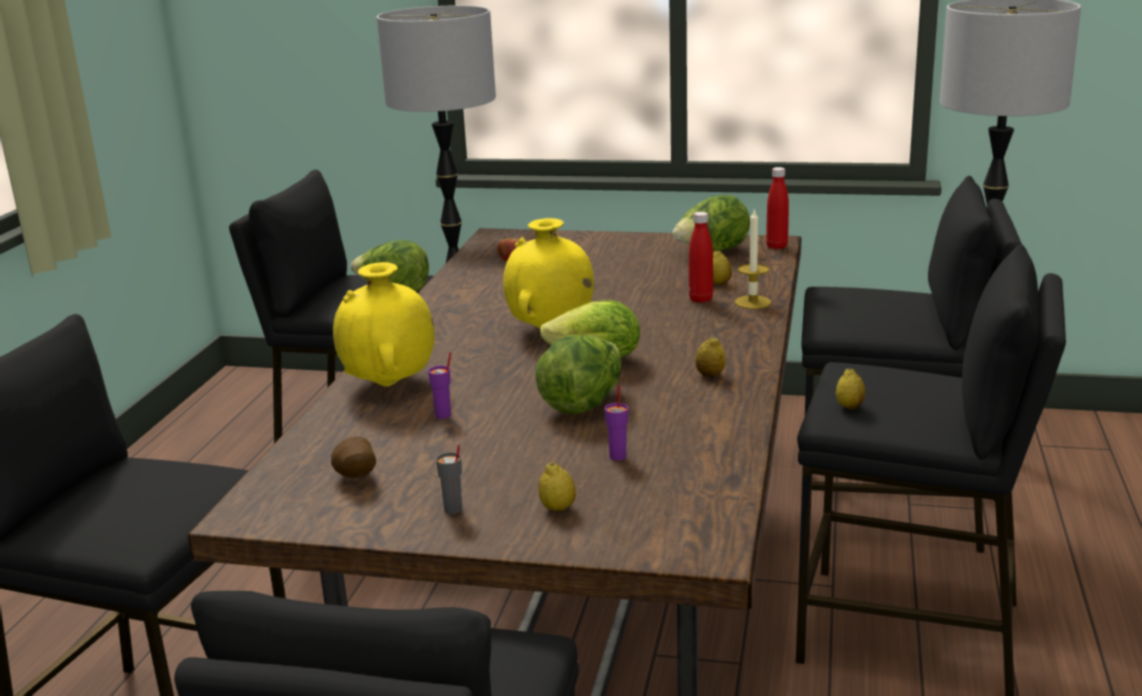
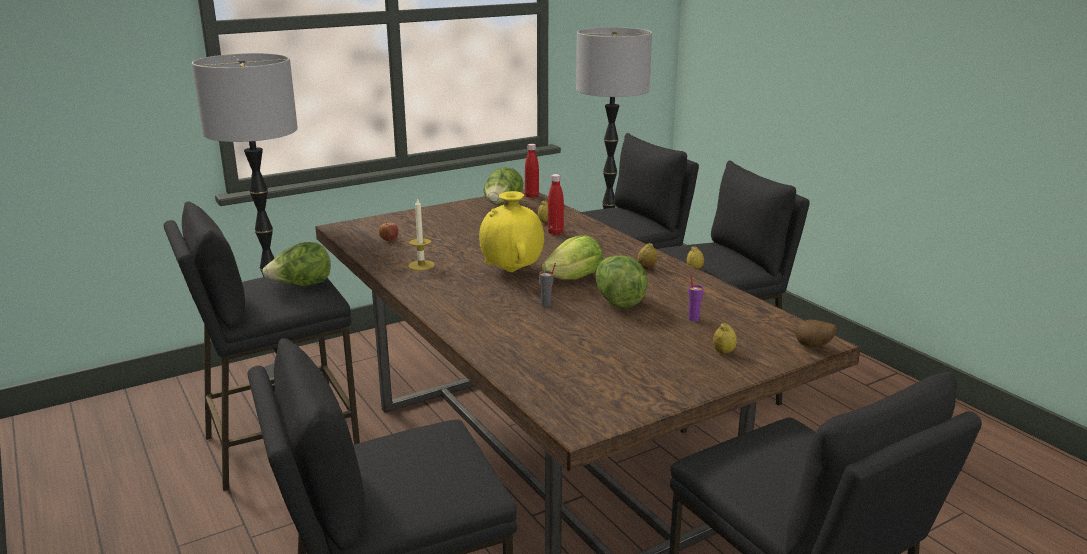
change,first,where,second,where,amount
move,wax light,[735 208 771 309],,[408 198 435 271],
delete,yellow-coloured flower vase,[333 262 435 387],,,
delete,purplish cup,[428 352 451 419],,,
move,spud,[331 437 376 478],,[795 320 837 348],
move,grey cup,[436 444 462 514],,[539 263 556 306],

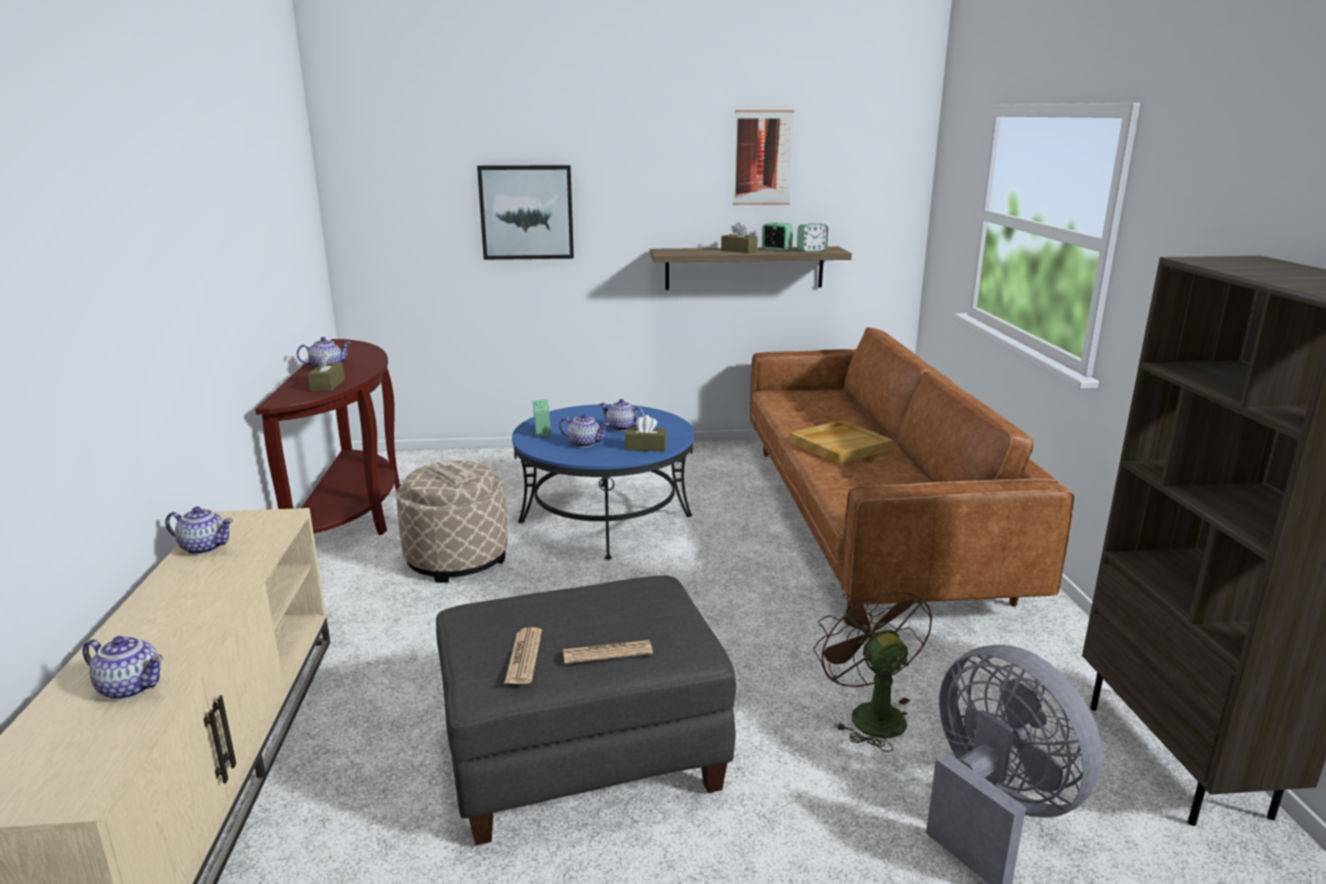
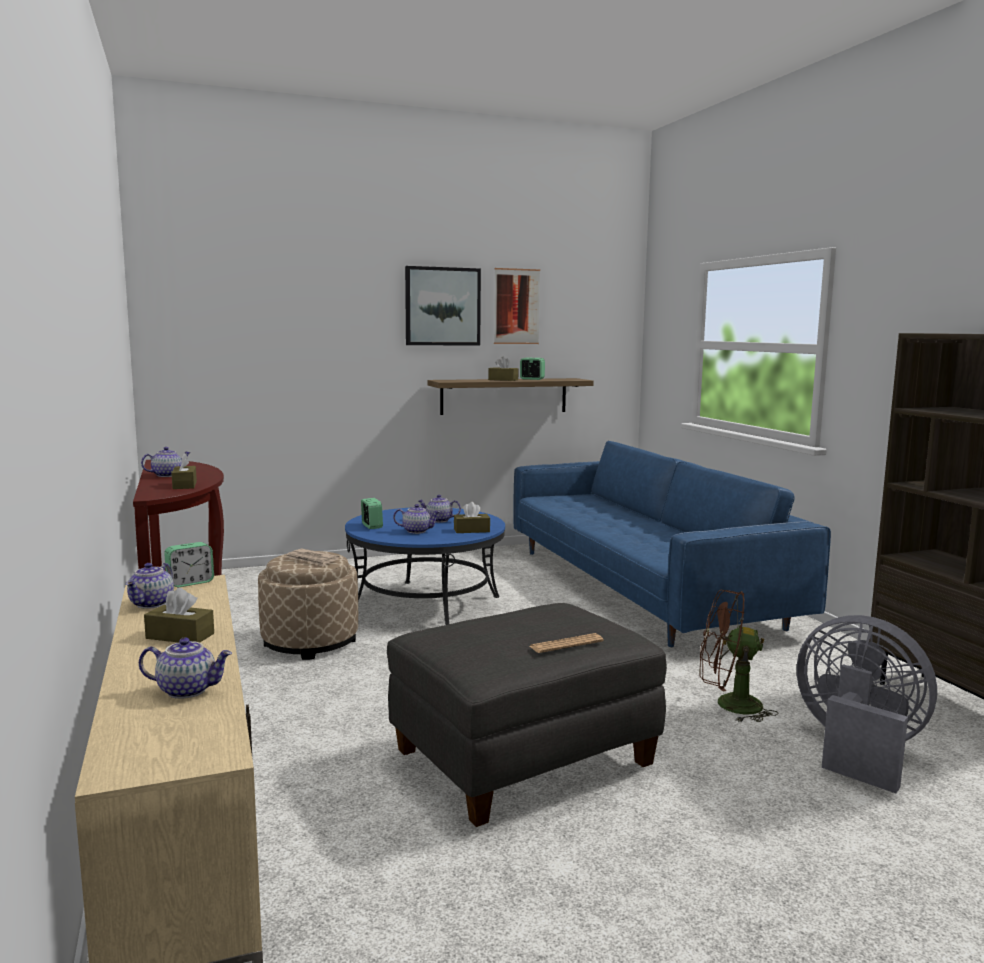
change,first,where,second,where,amount
move,picture,[477 165 574 260],,[405 266 481 345],
move,table clock,[797 223 828 252],,[164 542 214 587],
recolor,brown-coloured couch,[750 327 1075 607],blue couch,[514 441 831 647],
delete,beige-coloured tray,[789 420 894 464],,,
rotate,tea pot,[165 506 233 555],,[126 563 174 609],105 degrees clockwise
rotate,brown-coloured cooling fan,[813 580 933 752],,[699 590 778 722],45 degrees counterclockwise
delete,printed paper,[504 627 542 684],,,
insert,,,brown-coloured box of tissues,[144 588 214 643],

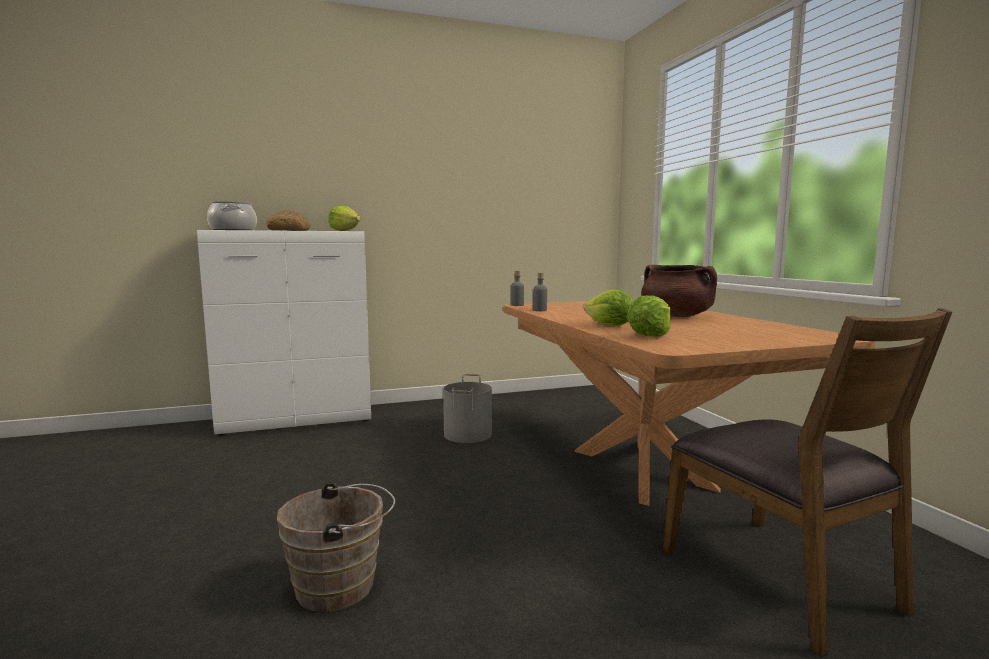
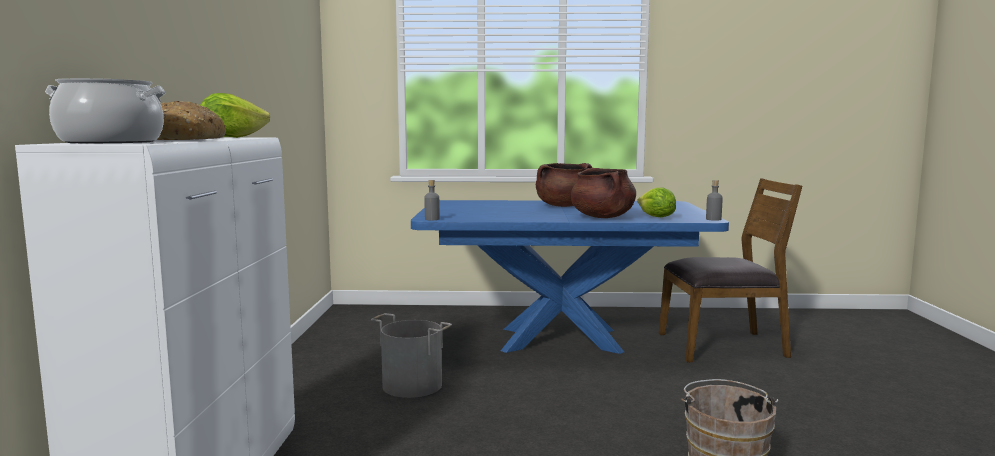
change,first,where,second,where,amount
move,grey beverage bottle,[533 273 547 311],,[706 180 723 221],
replace,lettuce,[583 290 633 326],brown-coloured cooking pot,[571 168 636 218],
recolor,brown-coloured kitchen table,[503 300 876 506],blue kitchen table,[411 200 729 354],

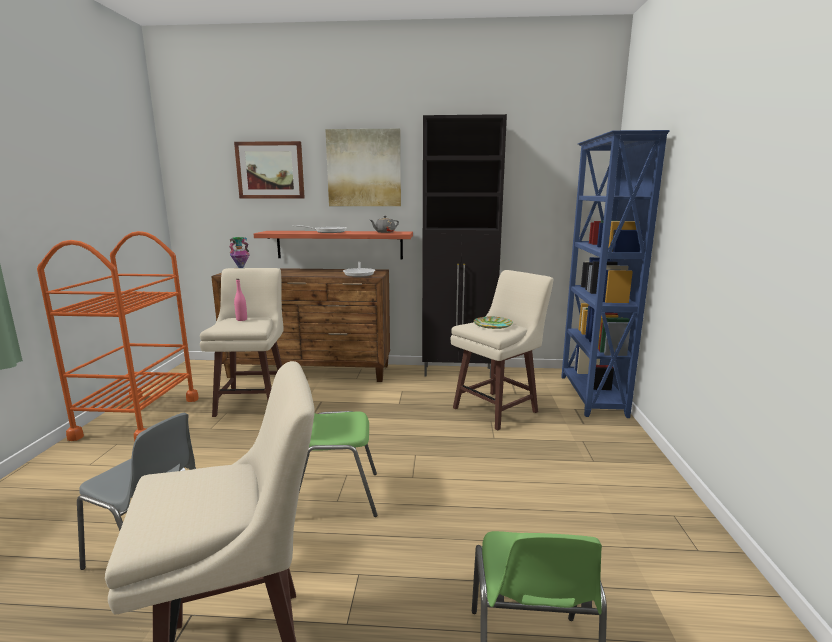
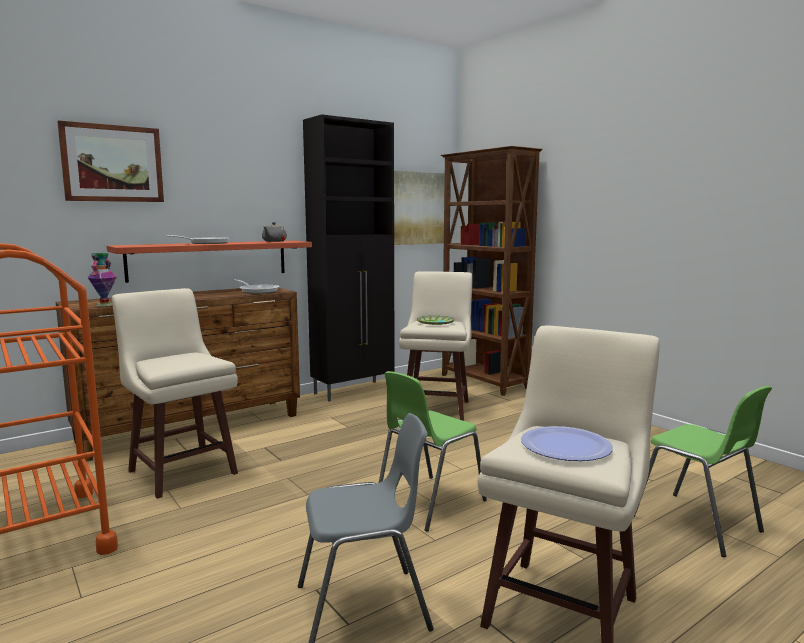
change,first,where,second,where,amount
move,picture,[325 129 401 206],,[394 171 445 245],
recolor,blue shelving unit,[561 130 670 418],brown-coloured shelving unit,[441 146 542 396],
delete,pink-coloured beverage bottle,[234 279 247 321],,,
insert,,,plate,[521 426 613 461],

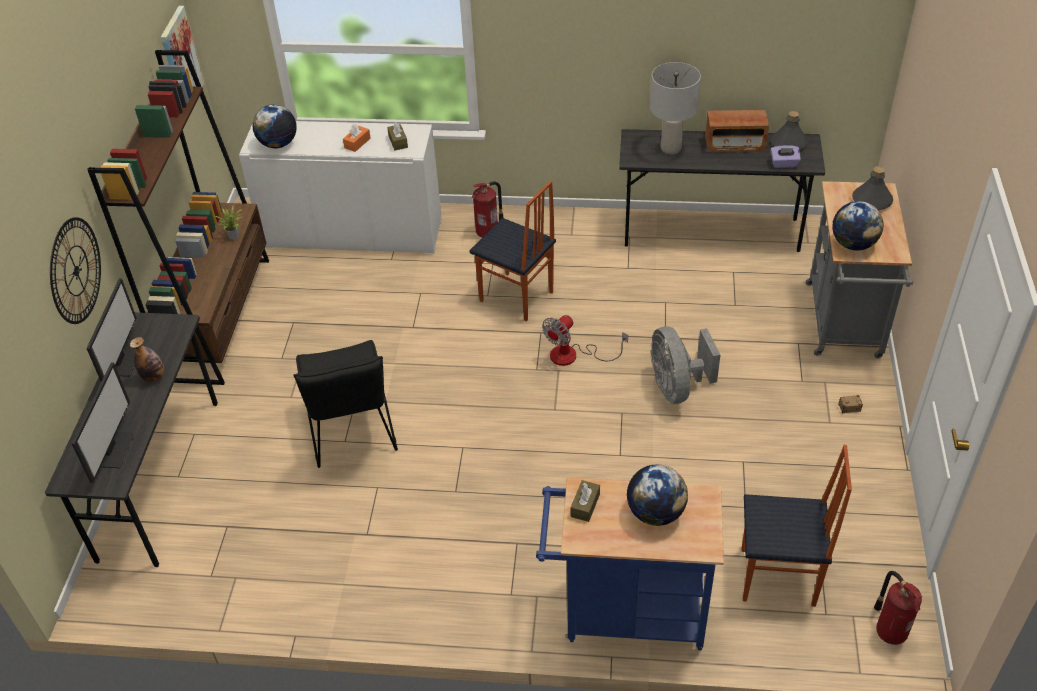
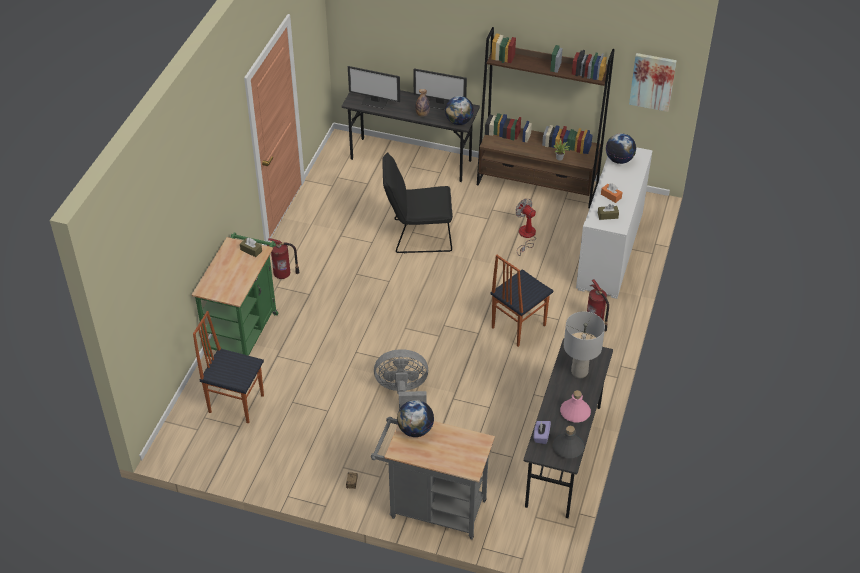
change,first,where,second,where,amount
replace,radio set,[705 110 769 152],pink-coloured beverage bottle,[560 390 591 423],
delete,grey beverage bottle,[852 166 893 210],,,
delete,clock on the wall,[50 217 101 324],,,
move,cooling fan,[542 315 628 366],,[515 198 536 256],
rotate,chair,[741 445 852 607],,[193 311 264 423],90 degrees clockwise
move,desk globe,[626 465 688 526],,[445 96 474 125],
recolor,blue wheeled cart,[536 478 724 651],greenish wheeled cart,[192 233 278 357],
move,fire-fighting cylinder,[874 571 922 645],,[267 238 300 279],

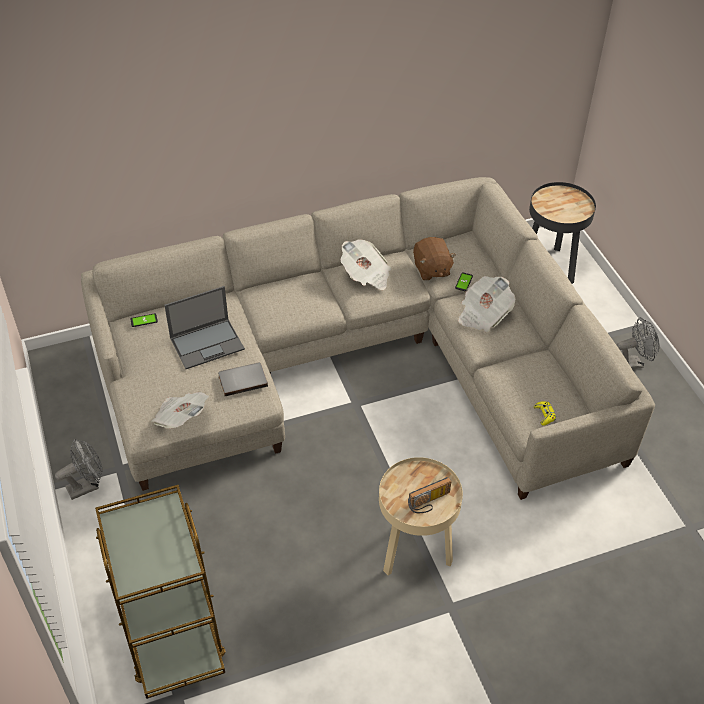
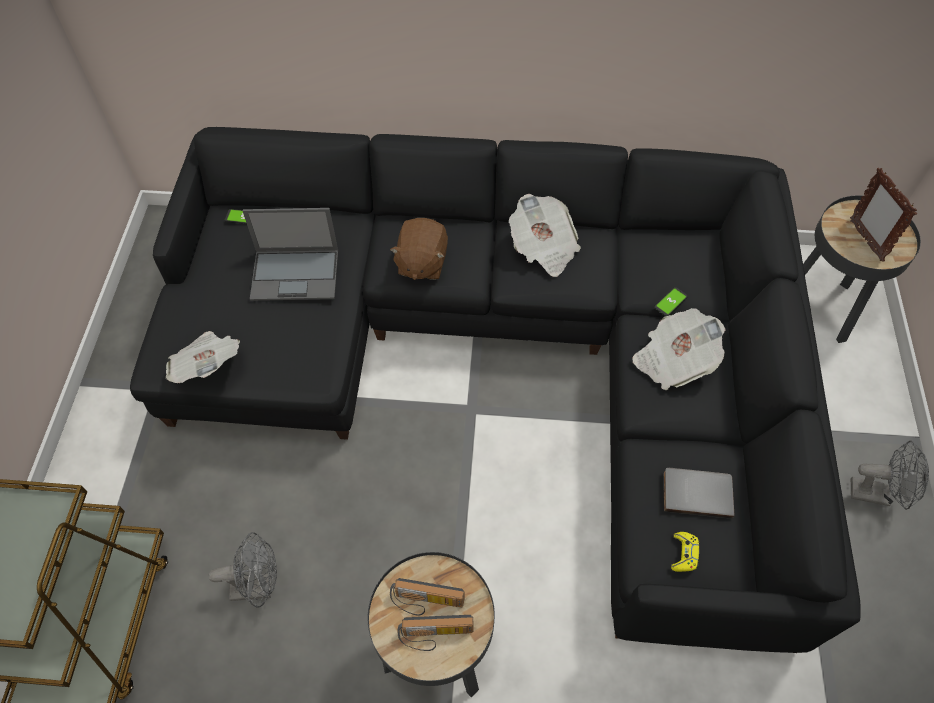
change,first,where,second,where,amount
recolor,beige-coloured couch,[81 177 655 500],black couch,[130 127 860 653],
move,brown-coloured soft toy,[413 237 456 281],,[390 218 448 280],
move,grey bound book,[218 363 268 396],,[664 468 734 519],
move,grey cooling fan,[55 439 103 500],,[209 532 277 608],
recolor,beige-coloured end table,[379 457 463 576],black end table,[368 552 495 698],
insert,,,picture frame,[850 168 917 261],
insert,,,radio set,[390 578 464 616],

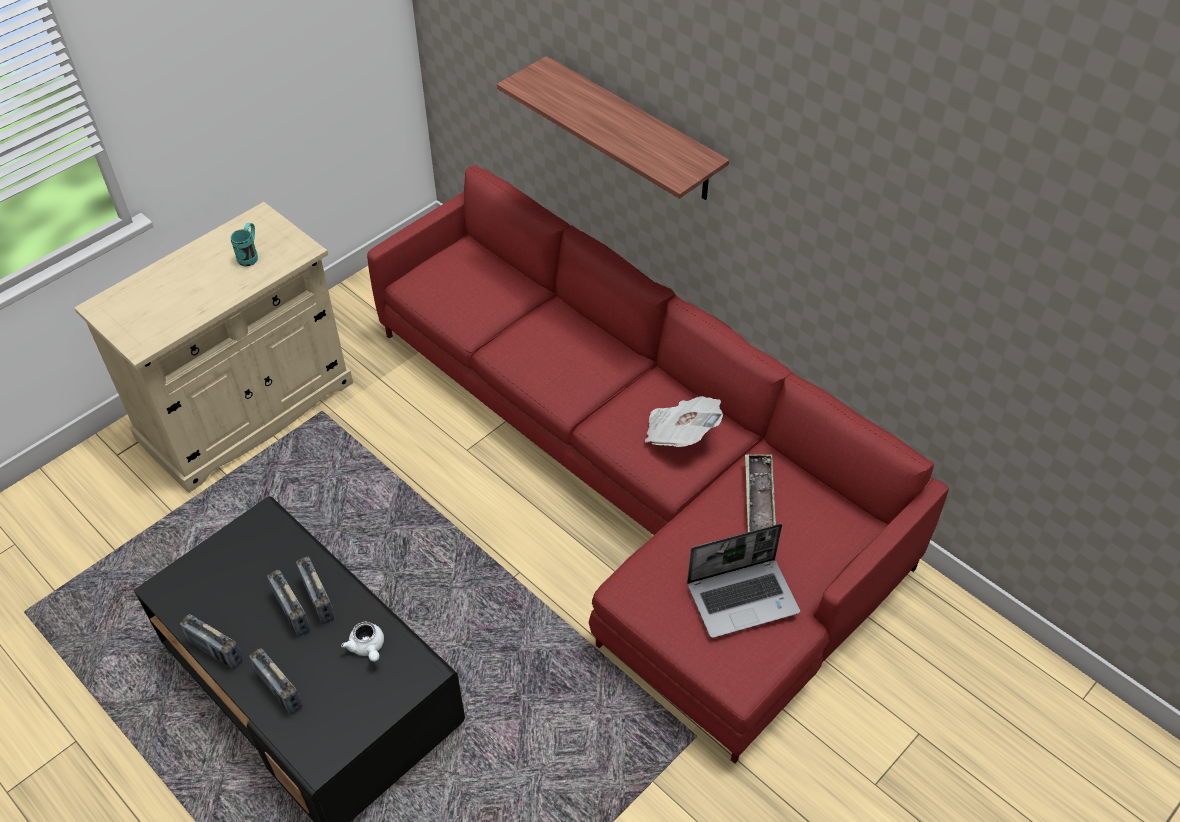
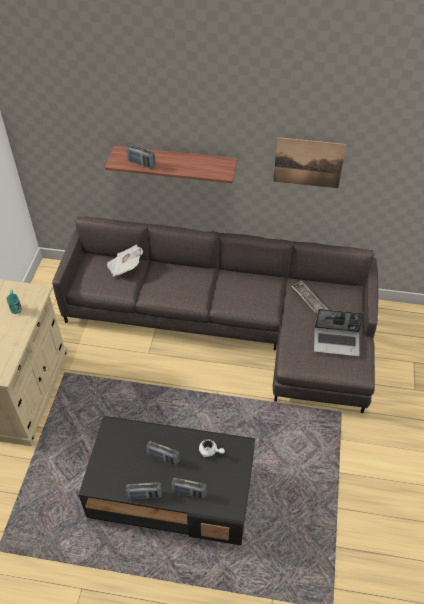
change,first,where,second,where,amount
recolor,red-coloured couch,[367 165 949 763],grey couch,[52 216 378 413],
move,printed paper,[645 396 723 447],,[107 244 143 277],
rotate,portable computer,[687 524 800 638],,[314 309 364 357],60 degrees clockwise
move,radio set,[296 556 335 624],,[127 145 155 169],
insert,,,picture,[273 137 346 188],

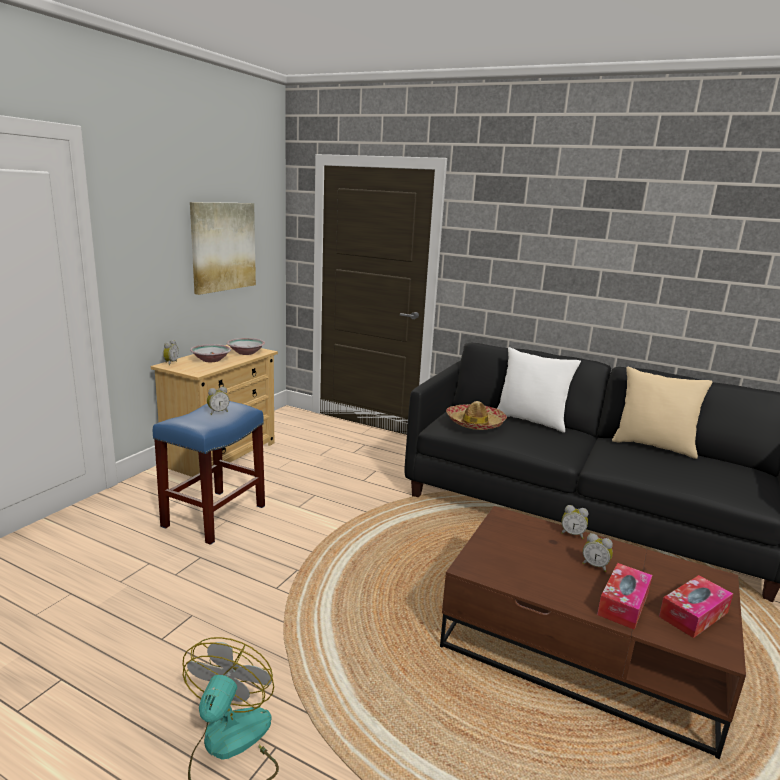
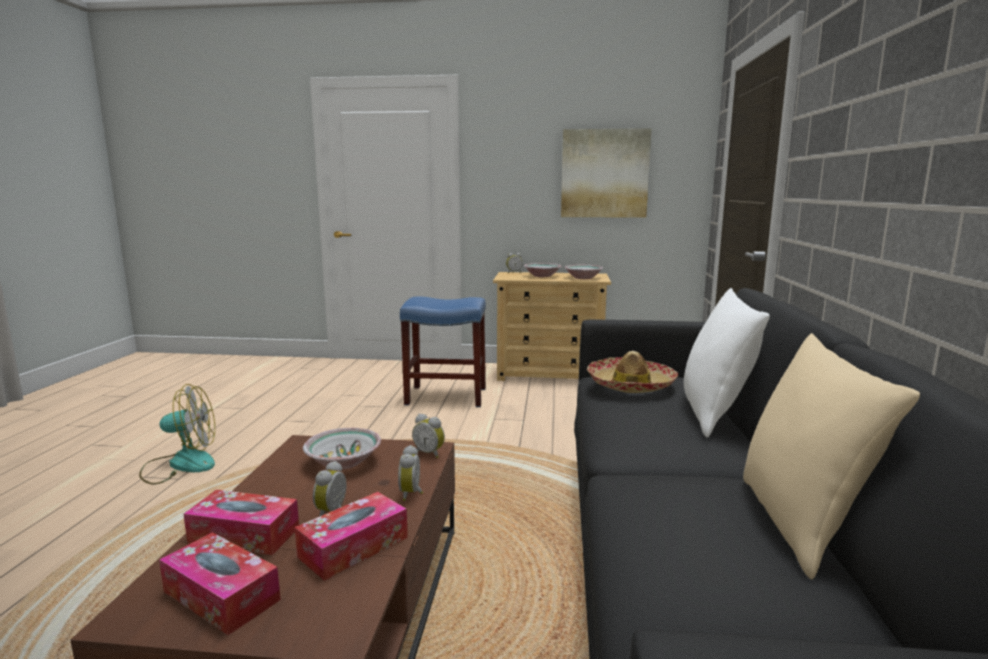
change,first,where,second,where,amount
move,table clock,[207 387 229 415],,[412 414 445 458],
insert,,,deep dish,[303 428 381 470],
insert,,,box of tissues,[295 492 408 581],

